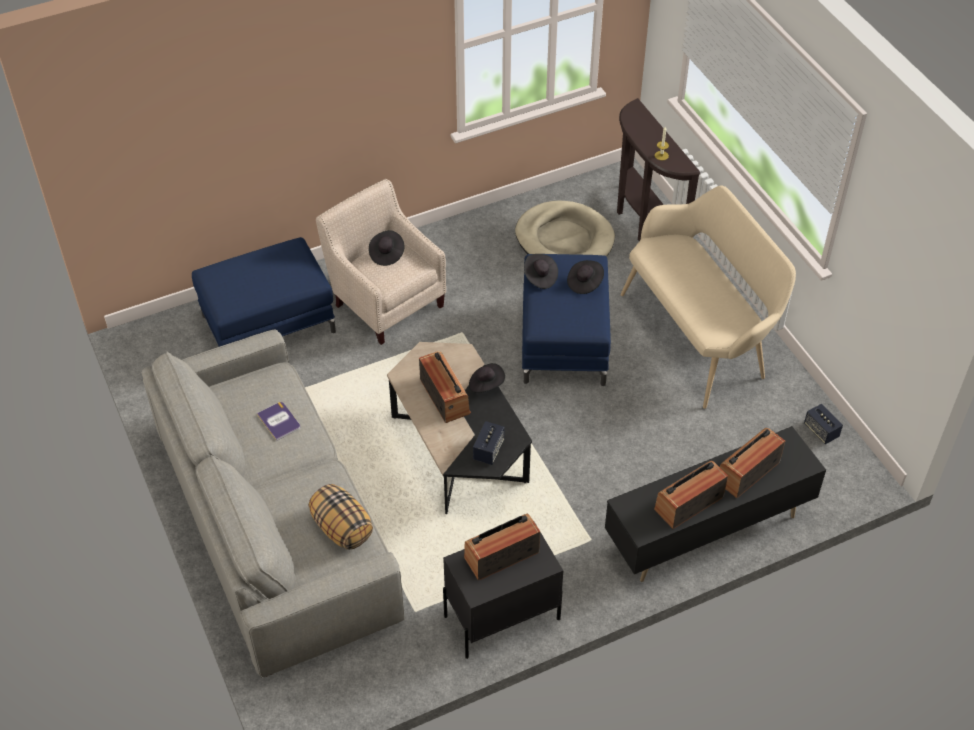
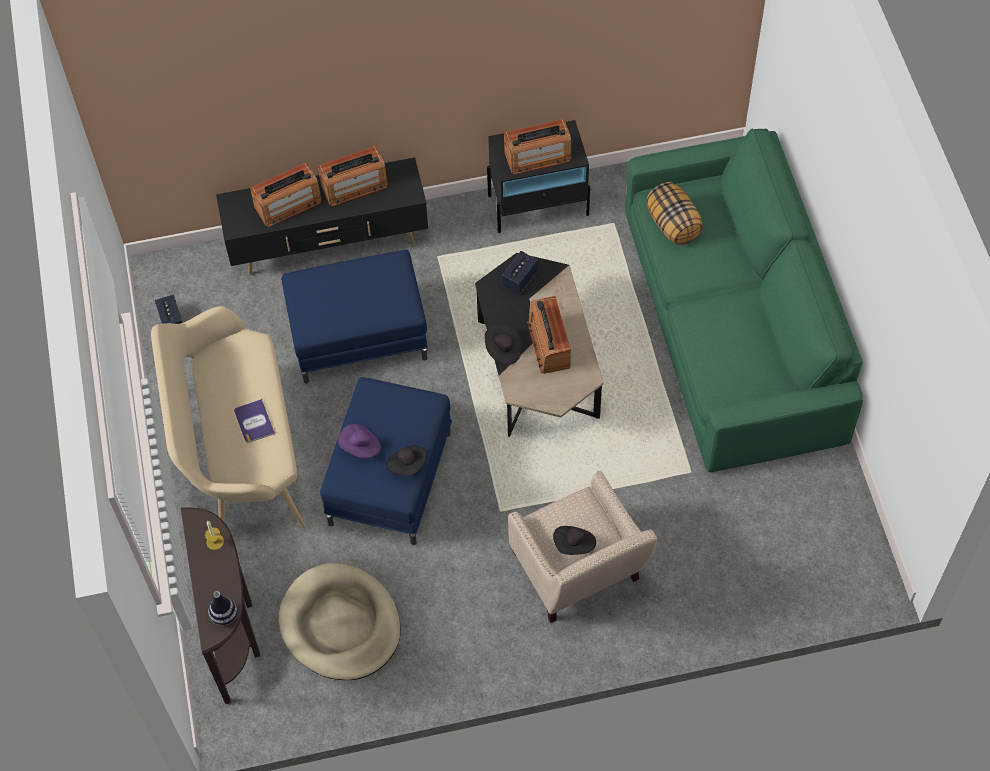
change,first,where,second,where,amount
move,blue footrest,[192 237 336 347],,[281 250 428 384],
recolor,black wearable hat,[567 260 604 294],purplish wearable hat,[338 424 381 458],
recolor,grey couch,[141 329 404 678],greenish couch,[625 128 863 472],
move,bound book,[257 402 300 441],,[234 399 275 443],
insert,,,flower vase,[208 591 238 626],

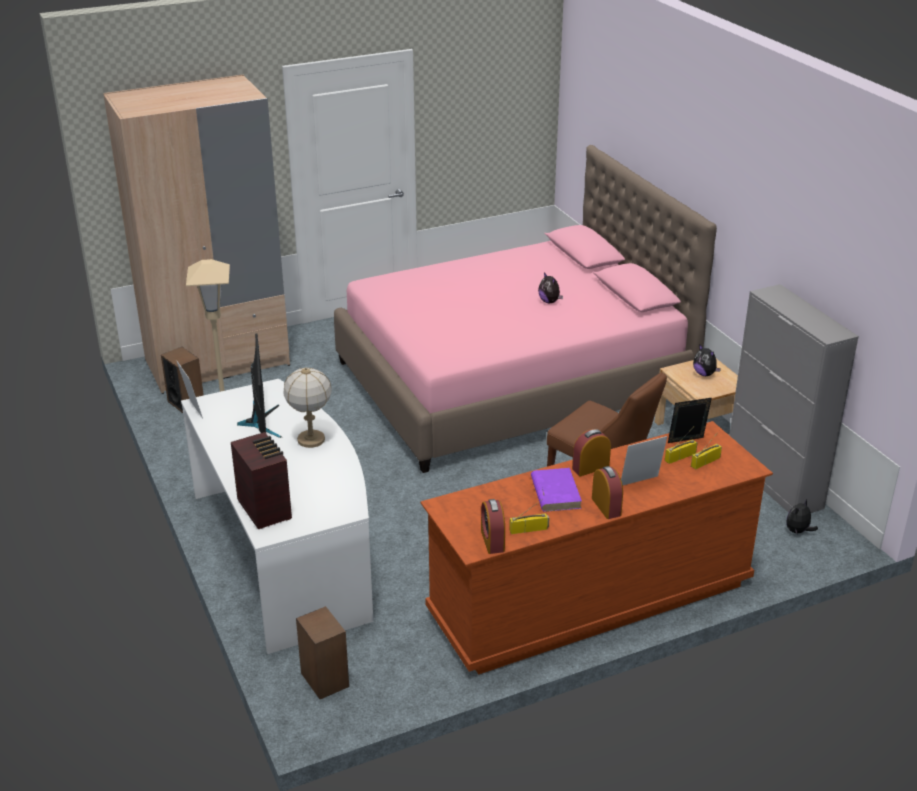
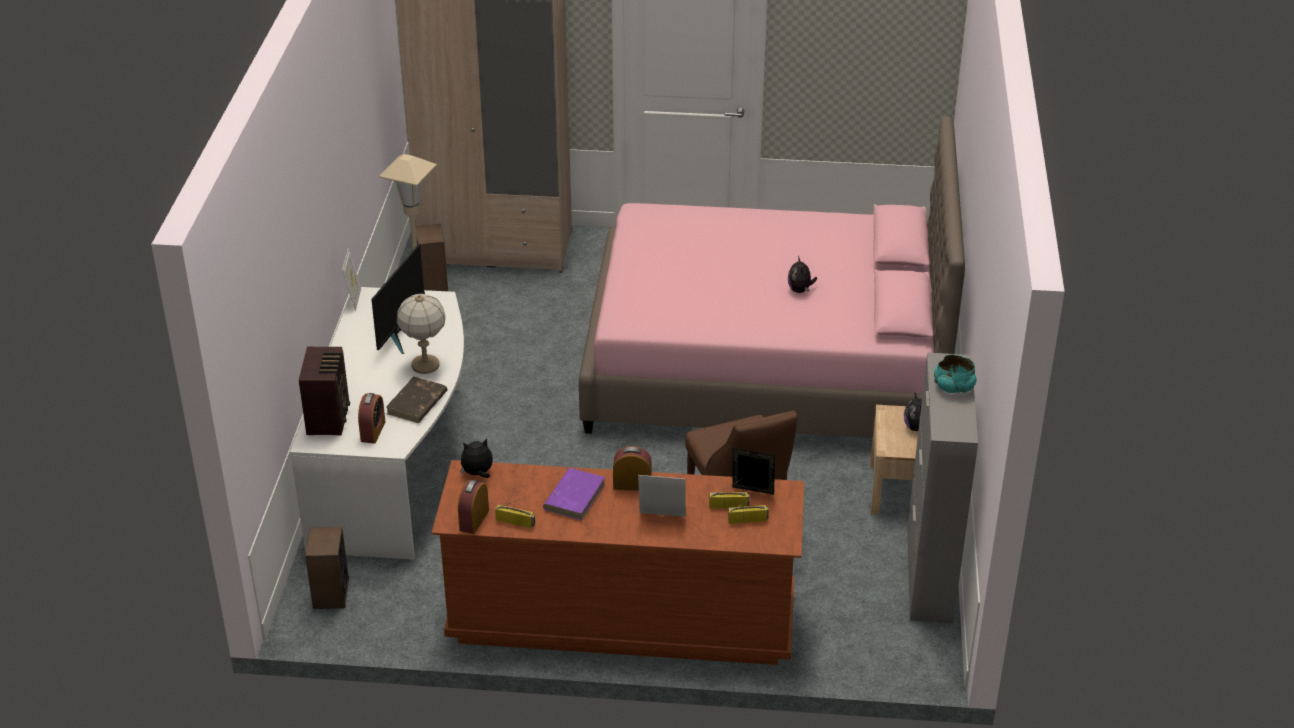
change,first,where,second,where,amount
move,table clock,[592 466 623 519],,[358 393 385 444],
move,soft toy,[786 499 818 534],,[460 439 493 478],
insert,,,blue-green deep dish,[934 354 977 393],
insert,,,brown-coloured bound book,[386 376 447 423],

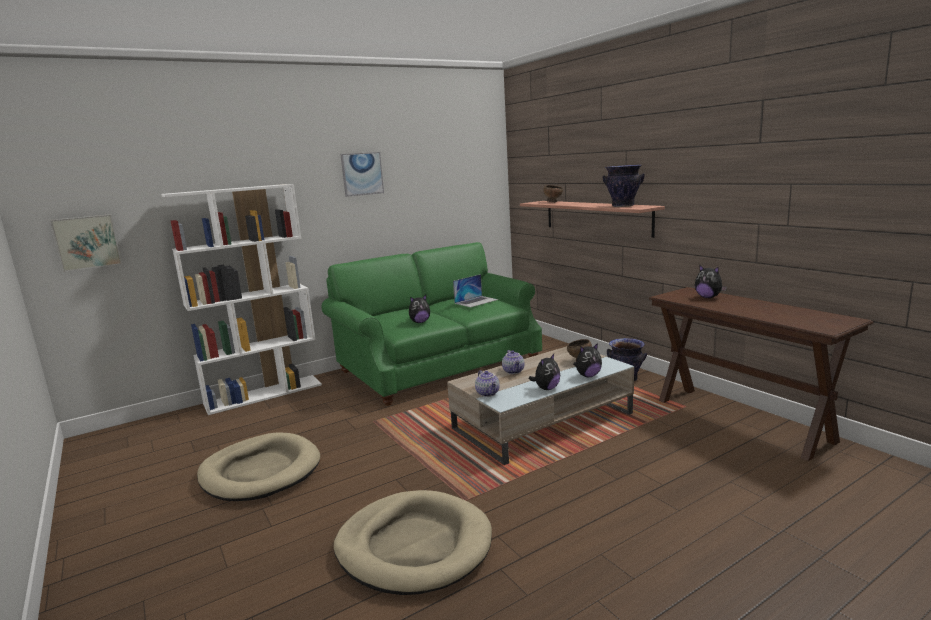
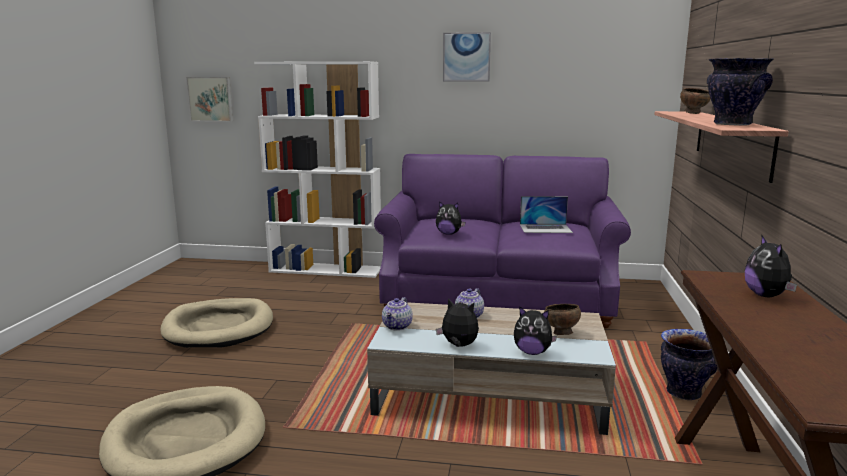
change,first,where,second,where,amount
recolor,greenish couch,[322 242 542 406],purplish couch,[374 154 631 328],
rotate,soft toy,[529 354 560 390],,[436 298 479 347],150 degrees counterclockwise

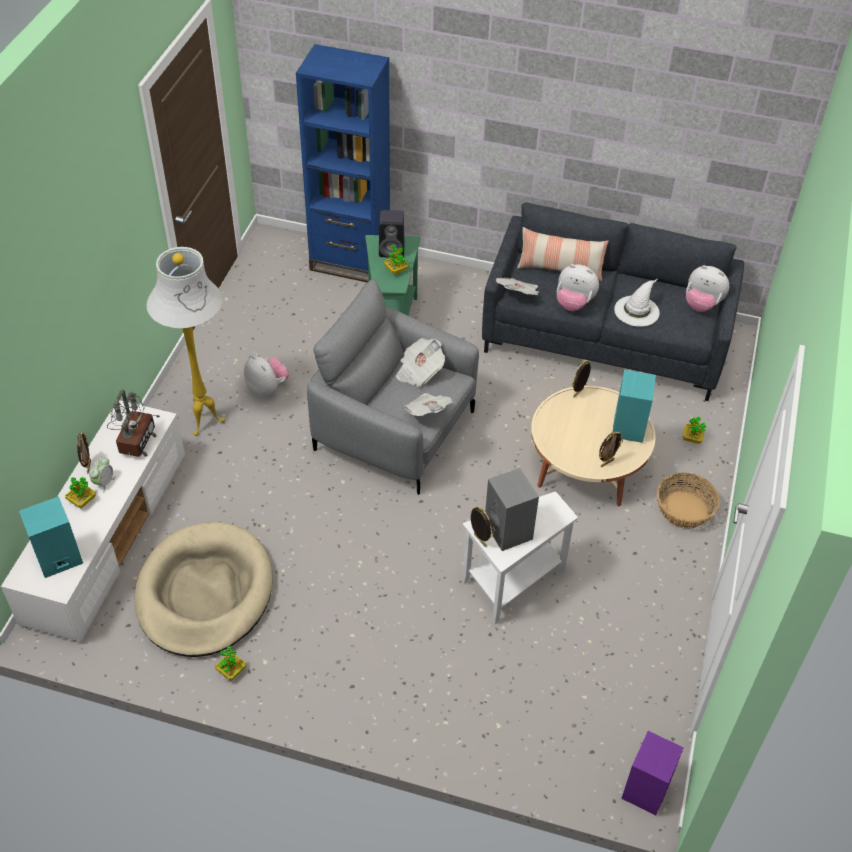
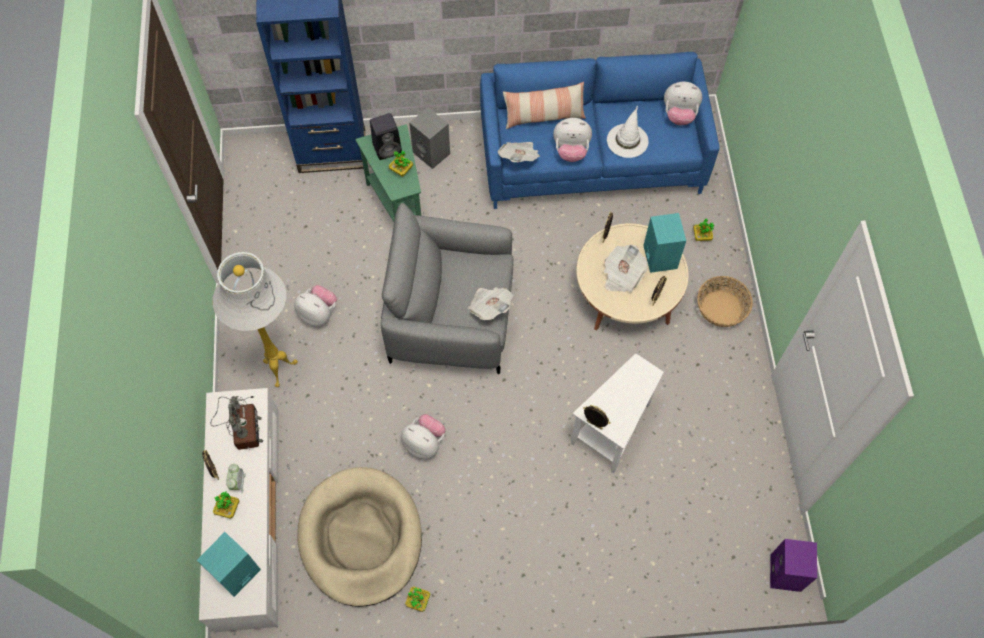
change,first,where,second,where,amount
recolor,grey couch,[482 203 744 401],blue couch,[480 52 720 209],
move,printed paper,[396 338 445 387],,[604 244 648 293],
move,grey speaker,[485 468 539 551],,[409 108 450 169],
insert,,,soft toy,[401 414 446 459],

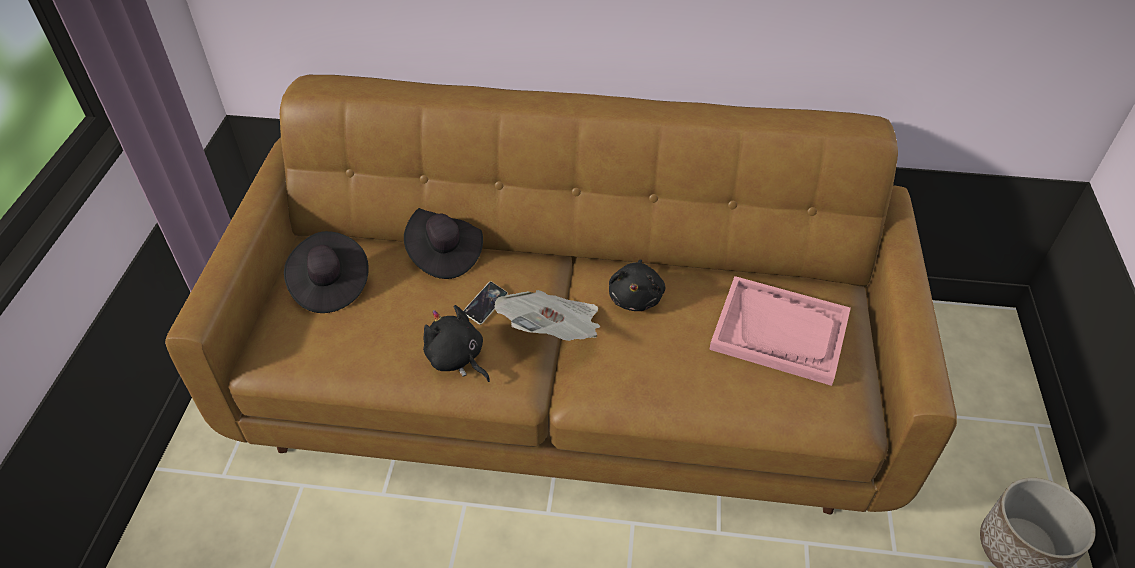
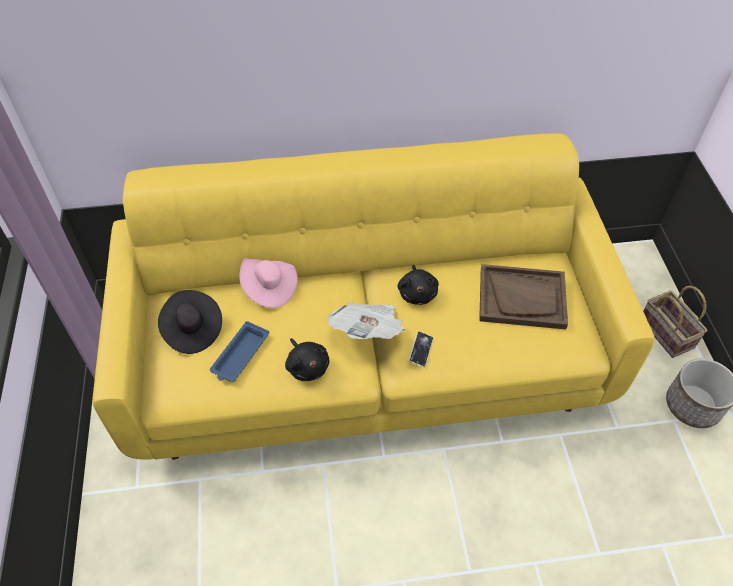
change,first,where,second,where,amount
recolor,brown-coloured couch,[165 75 957 515],yellow-coloured couch,[92 133 655 460],
recolor,black wearable hat,[404 208 483 279],pink-coloured wearable hat,[239 258 297 308],
recolor,pink-coloured tray,[709 276 851 386],brown-coloured tray,[479 264 568 329],
move,phone,[463 282 508 325],,[409 331 433 367],
rotate,black soft toy,[423 305 490 382],,[285 338 329 381],150 degrees counterclockwise
insert,,,household basket,[643 286 708 358],
insert,,,blue tray,[210 321 269 382],

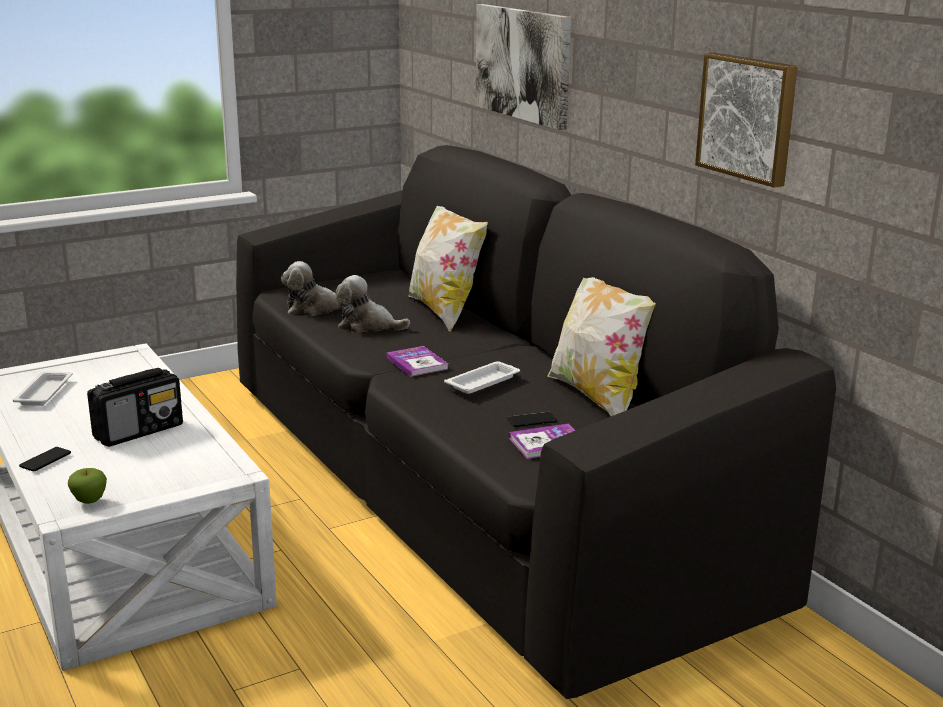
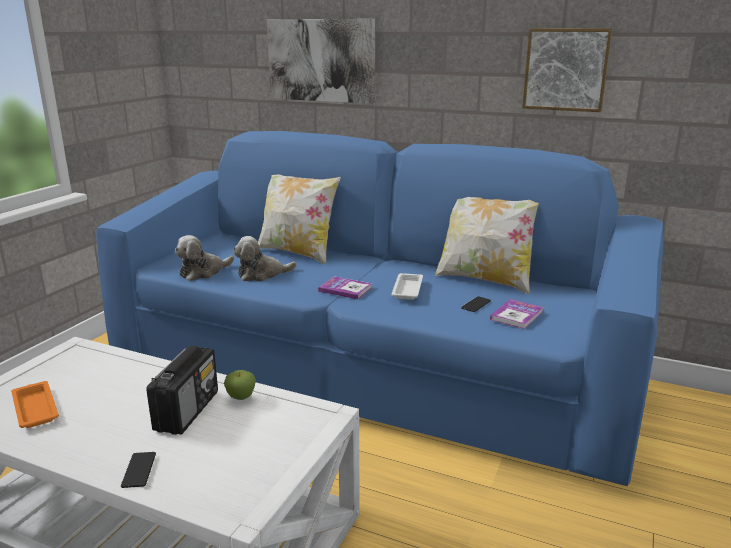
change,first,where,second,where,amount
recolor,black couch,[236 145 836 699],blue couch,[96 131 664 486],
recolor,white-coloured tray,[12 371 72 406],orange-coloured tray,[11 381 59 428],
move,apple,[68 468 107 504],,[224 370 256 400],

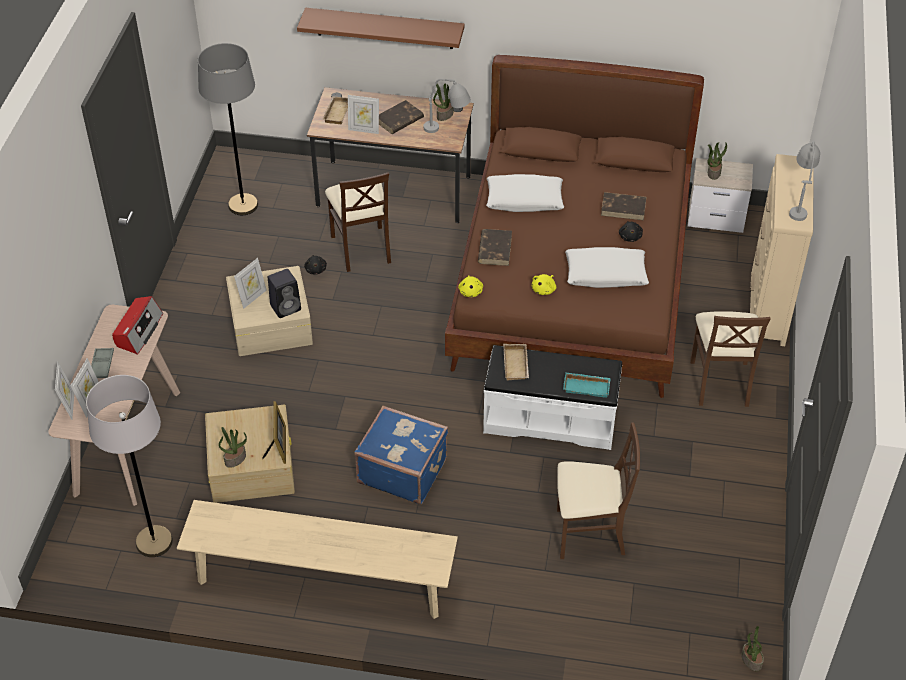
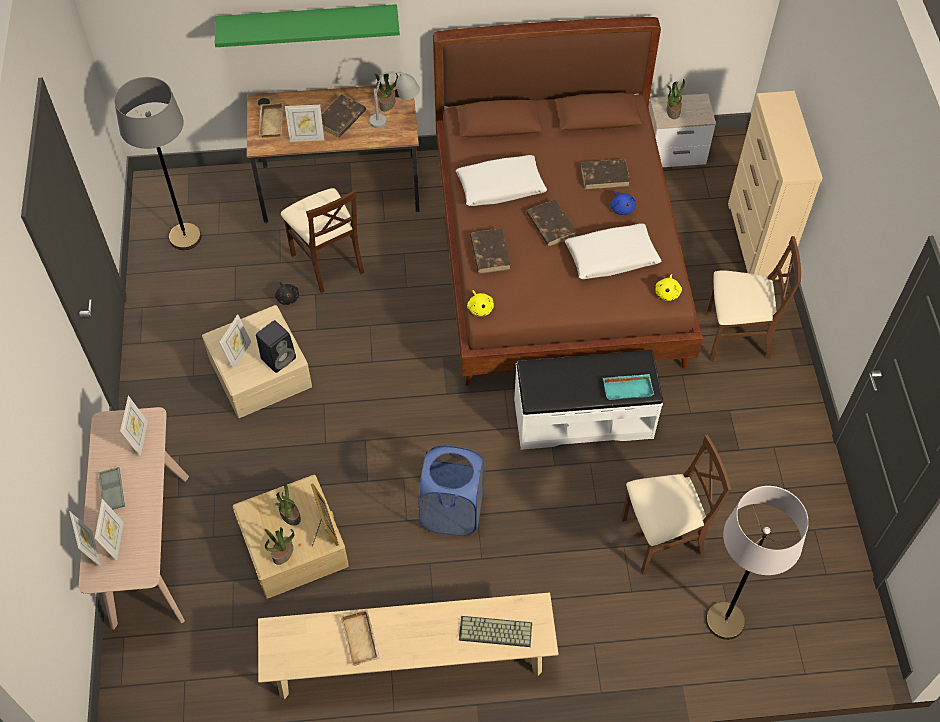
change,first,where,second,where,amount
recolor,brown-coloured shelf,[297 8 465 49],greenish shelf,[215 4 400 47],
delete,grey lamp for a table,[789 141 820 221],,,
recolor,black soft toy,[619 221 643 242],blue soft toy,[610 191 636 215],
move,yellow-coloured soft toy,[532 274 556 295],,[656 274 682 301],
replace,radio set,[112 296 163 355],picture frame,[120 396 148 457],
rotate,brown-coloured chair,[690 311 770 407],,[705 236 801 361],75 degrees counterclockwise
move,beige-coloured tray,[503 344 529 381],,[340 609 380 666],
move,grey standard lamp,[86 375 173 557],,[706 486 809 640],
replace,blue piece of luggage,[354 405 449 504],blue laundry basket,[419 445 485 536],
move,potted plant,[741 626 764 671],,[275 484 301 526],
insert,,,brown-coloured bound book,[526 199 577 246],
insert,,,PC keyboard,[459 616 532 647],

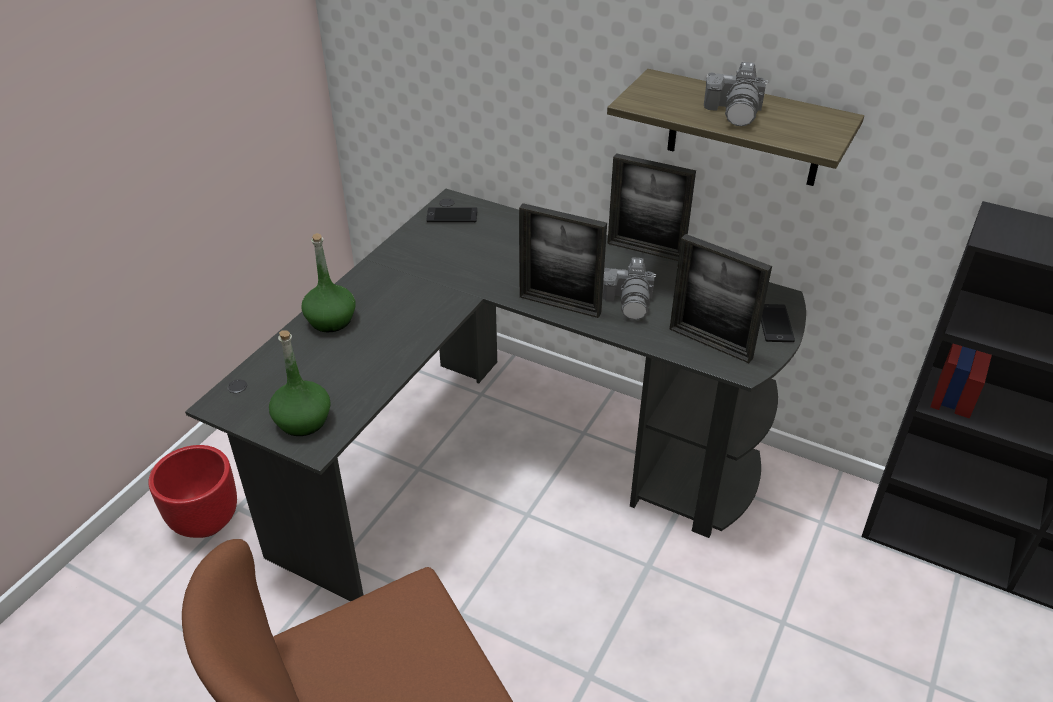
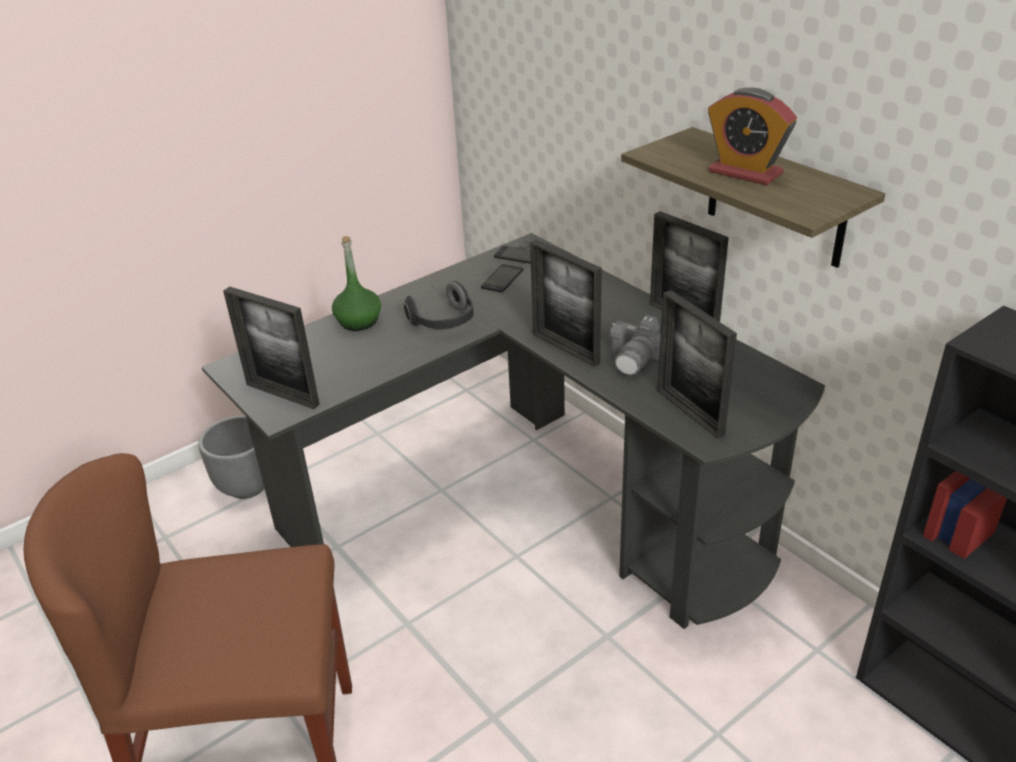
change,first,where,second,where,amount
replace,still camera,[704 62 768 126],table clock,[708 87 797 185],
move,phone,[761 304 795 342],,[481 264 523 293],
replace,greenish beverage bottle,[269 330 331 436],picture frame,[223 287 320 409],
recolor,red-coloured planter,[149 445 237 538],grey planter,[198 415 264 499],
insert,,,headset,[403 281 474 330],

